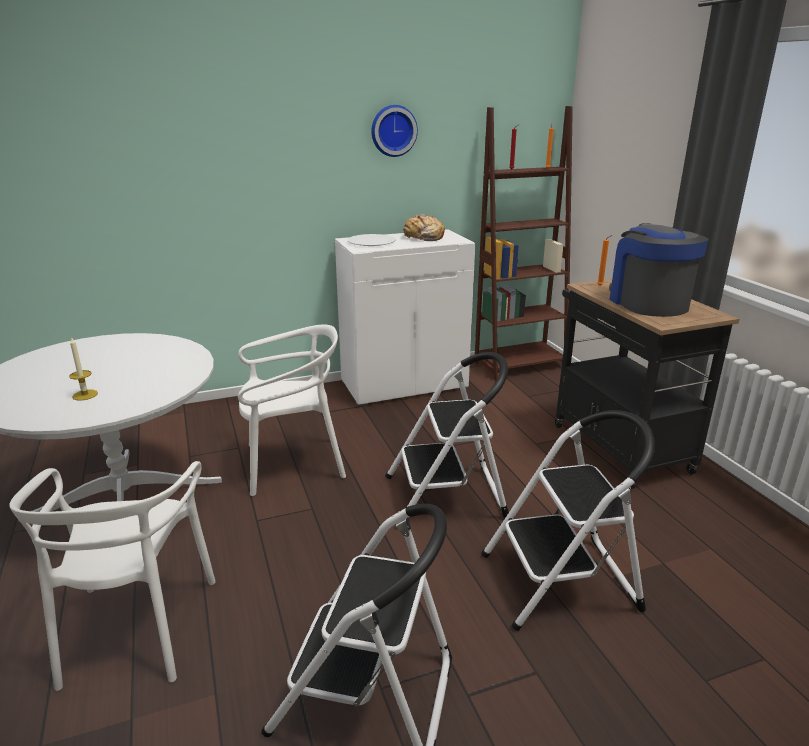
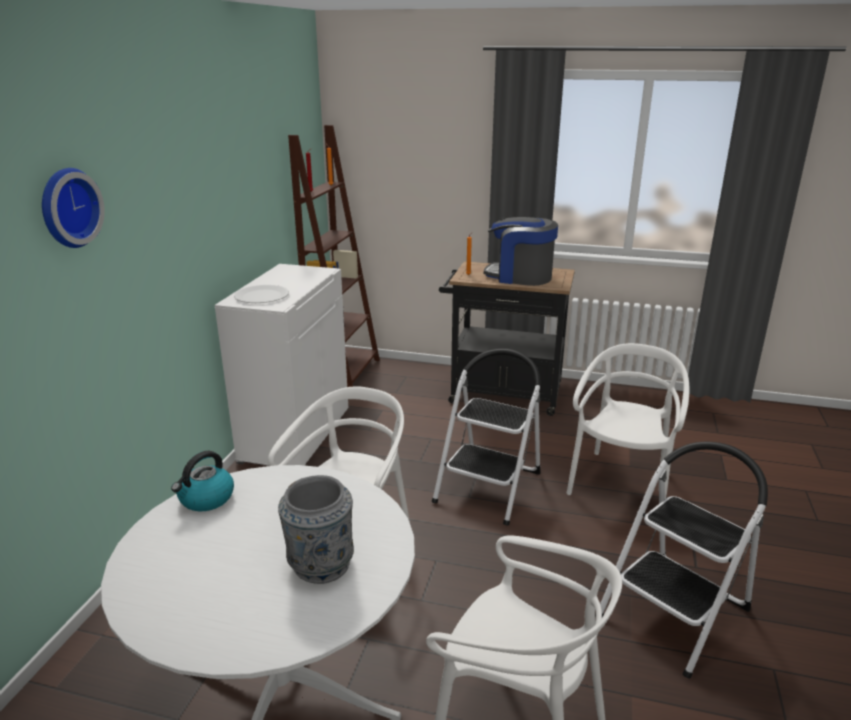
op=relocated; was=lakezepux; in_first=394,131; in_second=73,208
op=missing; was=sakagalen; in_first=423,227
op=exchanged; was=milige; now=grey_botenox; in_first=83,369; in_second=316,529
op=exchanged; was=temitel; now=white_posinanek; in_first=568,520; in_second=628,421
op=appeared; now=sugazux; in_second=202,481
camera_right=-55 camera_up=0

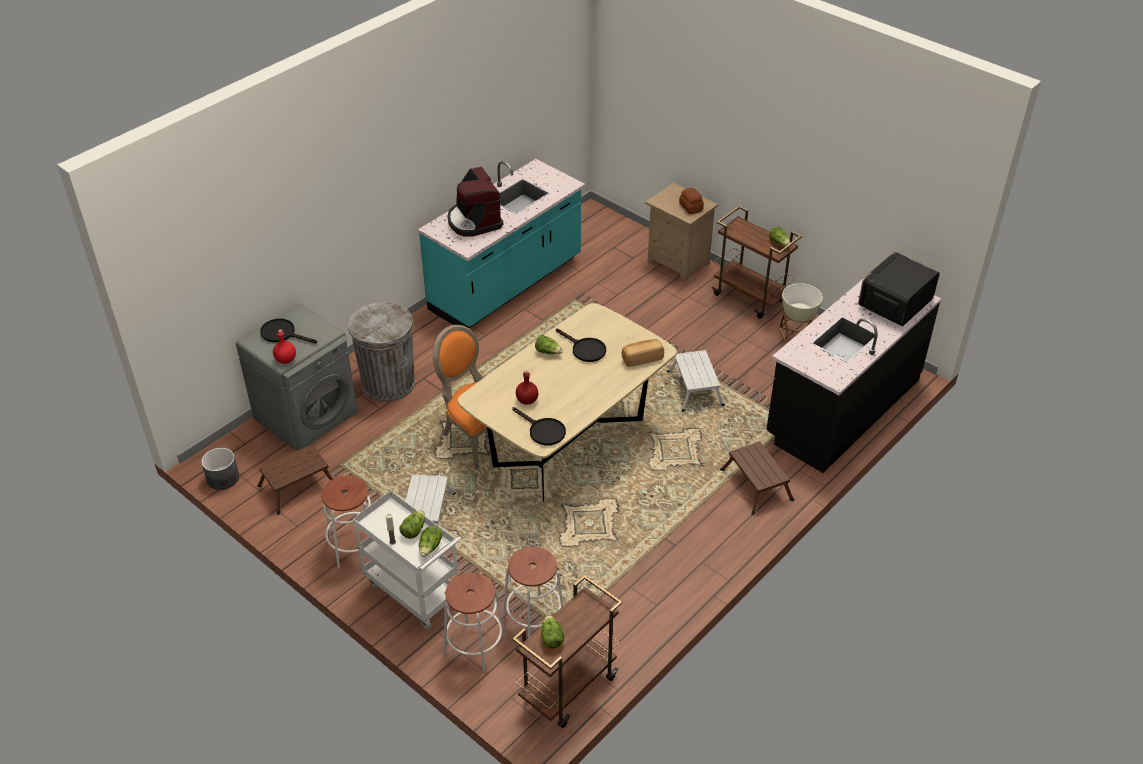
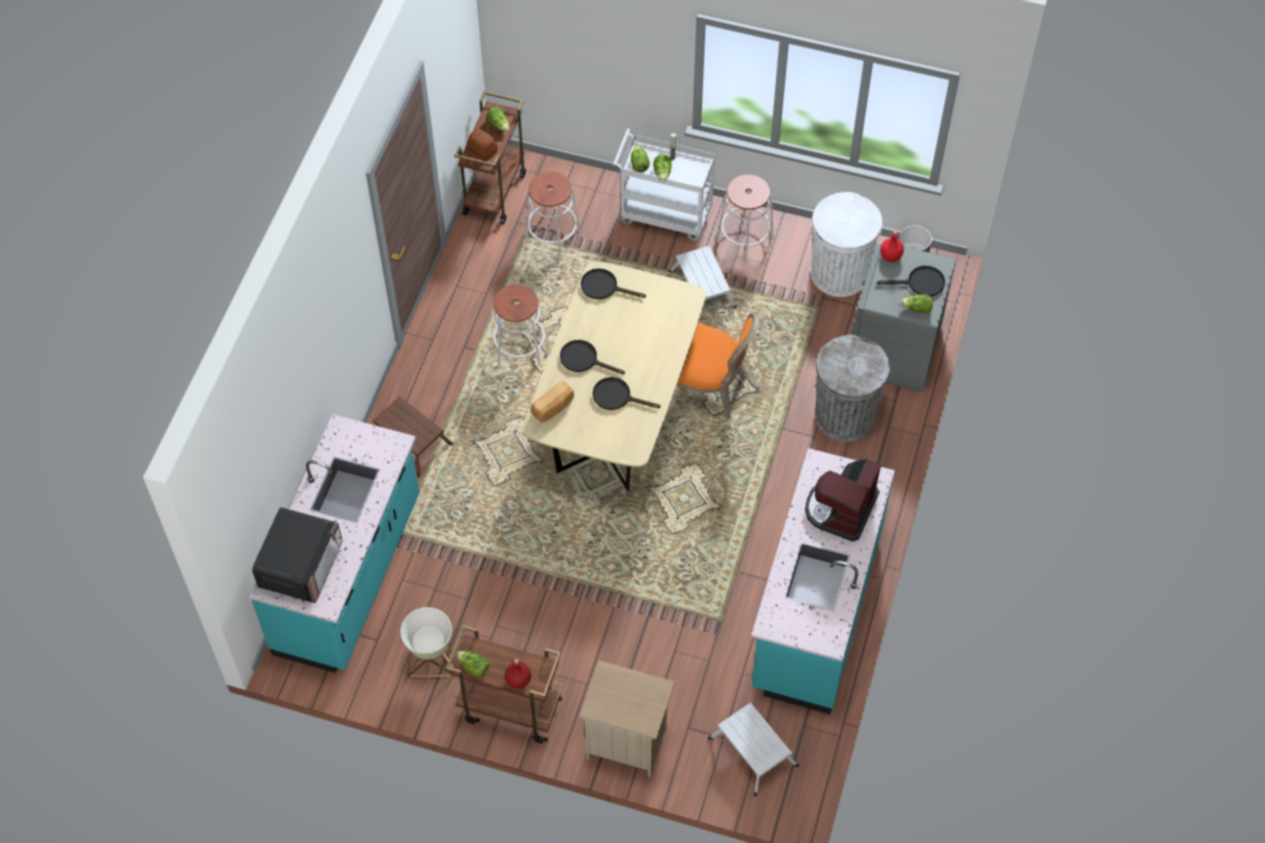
op=spun; was=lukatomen; in_first=475,201; in_second=843,500; clockwise=-105
op=relocated; was=sakagalen; in_first=691,201; in_second=482,145
op=colour; was=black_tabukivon; now=turquoise_tabukivon; in_first=853,375; in_second=334,543
op=relocated; was=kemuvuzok; in_first=549,344; in_second=916,304
op=relocated; was=white_temitel; in_first=696,381; in_second=753,749
op=relocated; was=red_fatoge; in_first=527,387; in_second=518,674
op=exchanged; was=brown_temitel; now=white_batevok; in_first=295,479; in_second=846,244
op=relocated; was=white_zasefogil; in_first=475,622; in_second=519,325
op=appeared; now=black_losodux; in_second=592,357
camera_right=155 camera_up=15

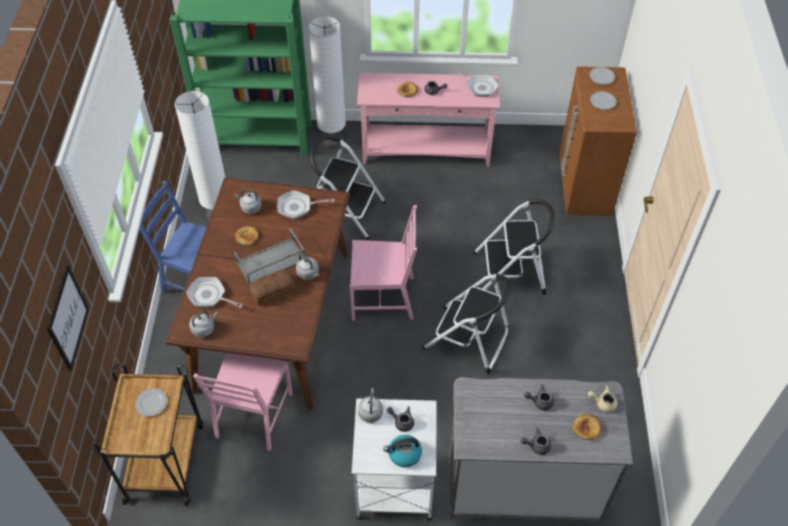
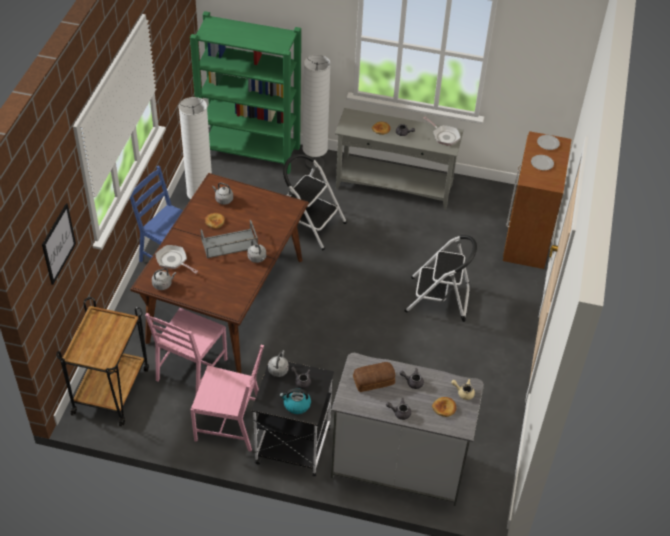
op=colour; was=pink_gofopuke; now=grey_gofopuke; in_first=428,120; in_second=399,159
op=missing; was=losodux; in_first=305,204
op=relocated; was=pink_posinanek; in_first=383,263; in_second=227,398
op=relocated; was=sakagalen; in_first=272,287; in_second=374,377
op=missing; was=temitel; in_first=466,324
op=missing; was=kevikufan; in_first=151,402
op=colour; was=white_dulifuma; now=black_dulifuma; in_first=394,459; in_second=292,417
camera_right=10 camera_up=-5

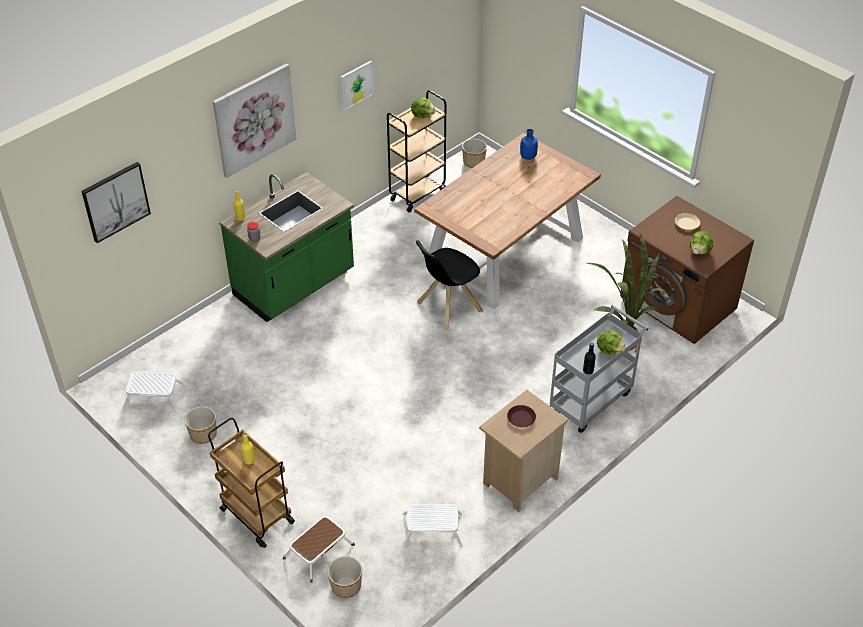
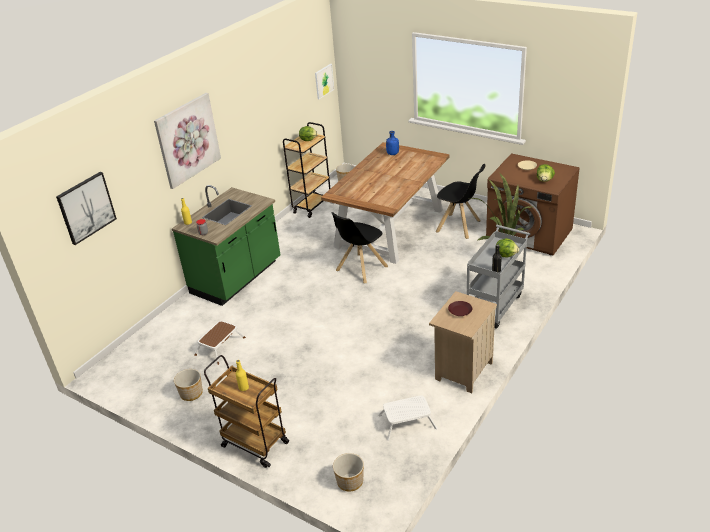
op=relocated; was=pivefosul; in_first=357,85; in_second=324,81
op=missing; was=white_temitel; in_first=154,392
op=relocated; was=brown_temitel; in_first=319,549; in_second=220,343
op=appeared; now=black_posinanek; in_second=461,201
camera_right=-10 camera_up=-10

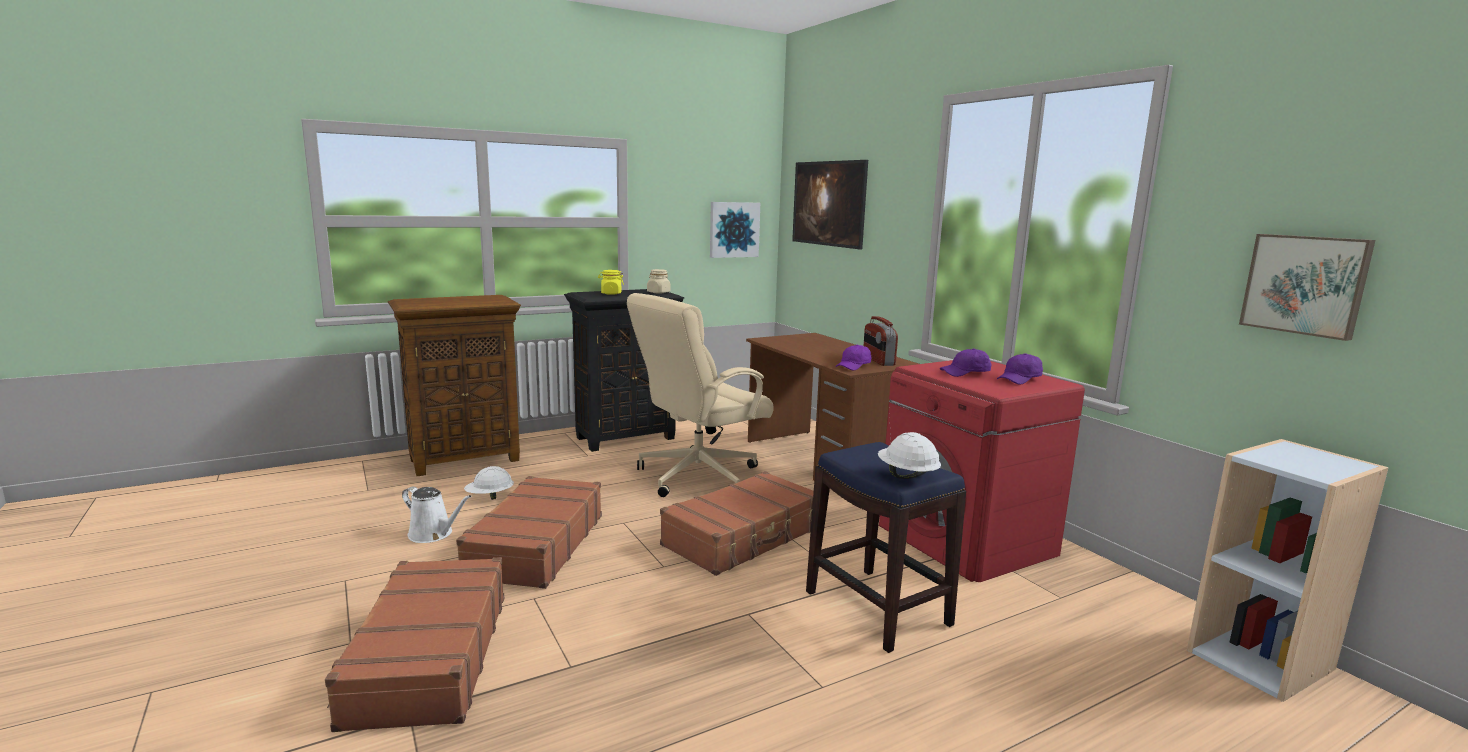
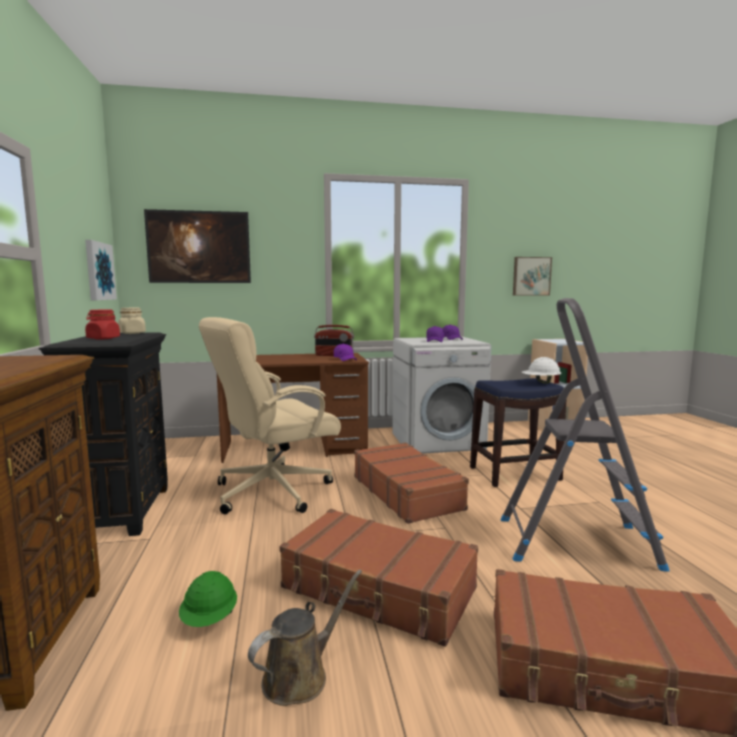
op=colour; was=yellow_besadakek; now=red_besadakek; in_first=611,282; in_second=102,324
op=spun; was=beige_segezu; in_first=700,395; in_second=270,415; clockwise=75
op=colour; was=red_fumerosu; now=white_fumerosu; in_first=982,471; in_second=441,395
op=colour; was=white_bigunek; now=green_bigunek; in_first=489,483; in_second=208,599
op=colour; was=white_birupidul; now=brown_birupidul; in_first=437,515; in_second=305,638
op=appeared; now=grey_temitel; in_second=585,435
camera_right=-70 camera_up=-5

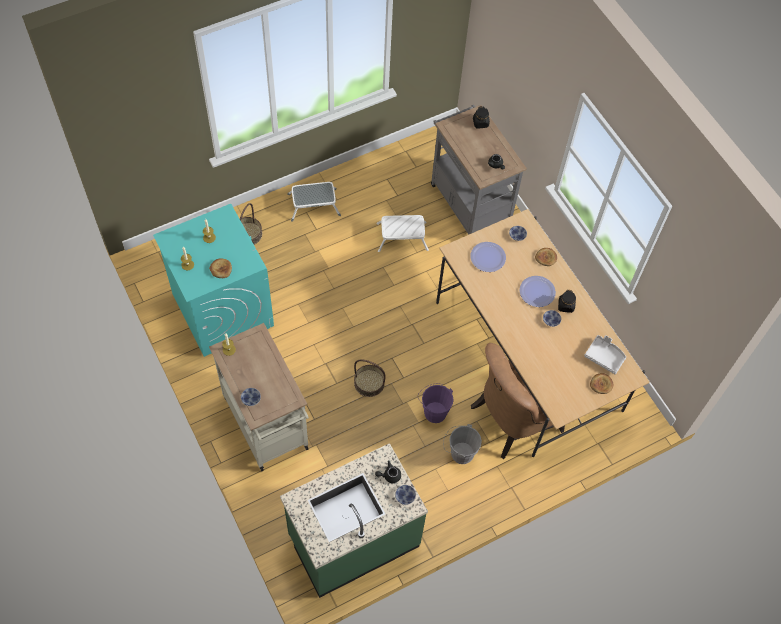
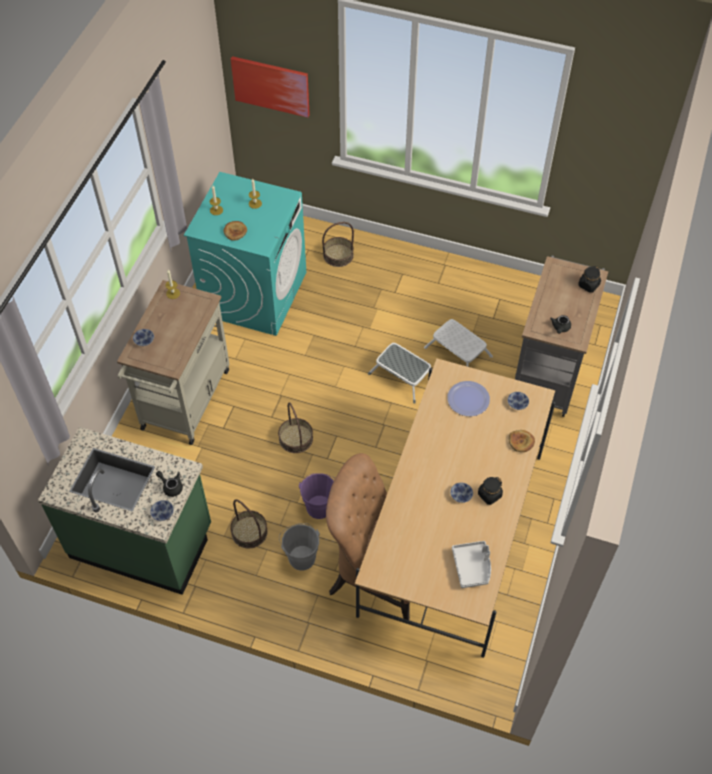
op=relocated; was=grey_temitel; in_first=314,202; in_second=399,373
op=missing; was=kevikufan; in_first=537,291
op=missing; was=sakagalen; in_first=602,383
op=appeared; now=pivefosul; in_second=270,87
op=appeared; now=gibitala; in_second=249,523
camera_right=50 camera_up=-5

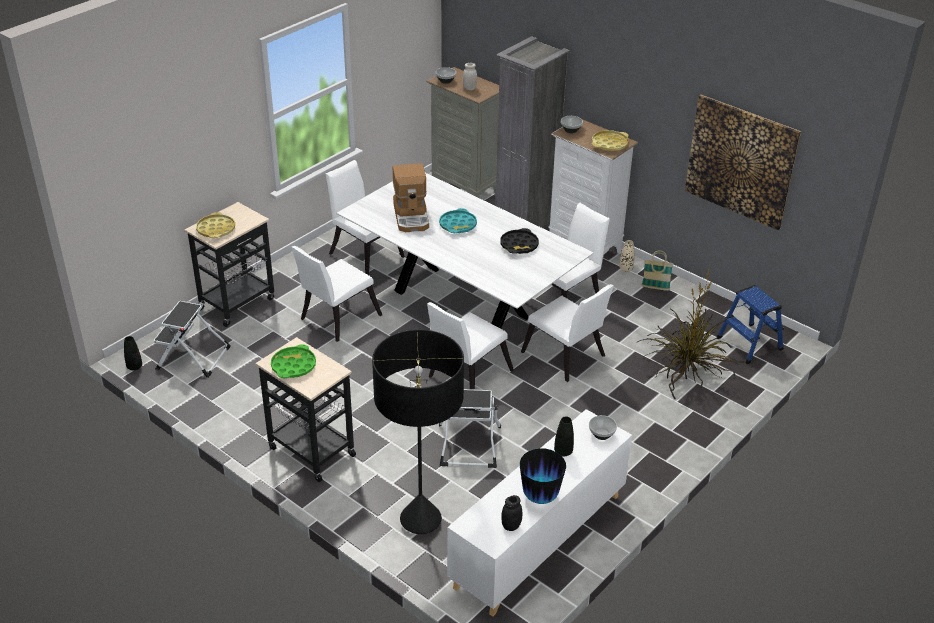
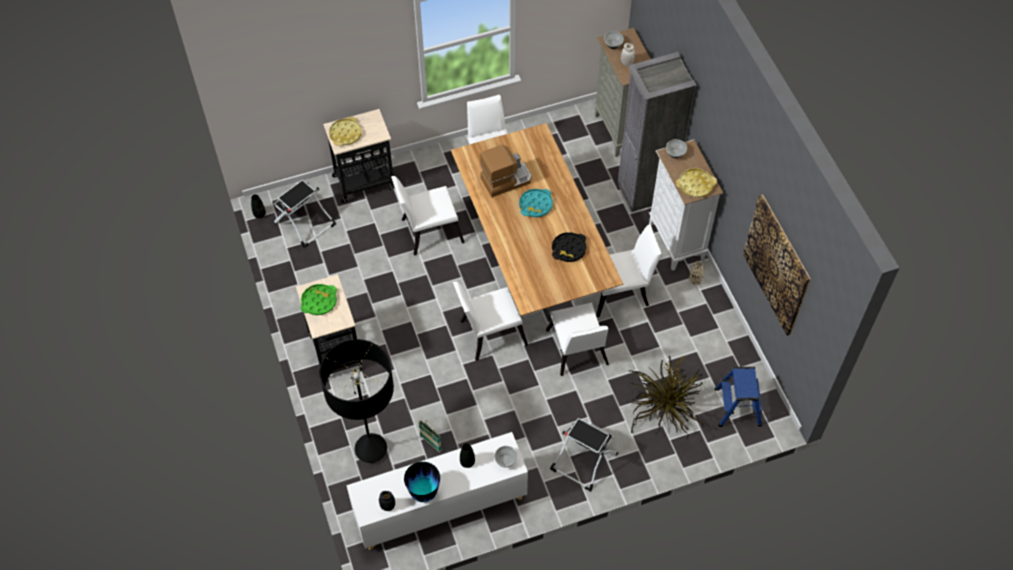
op=spun; was=lukatomen; in_first=411,197; in_second=506,171; clockwise=-135
op=colour; was=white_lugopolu; now=brown_lugopolu; in_first=465,251; in_second=537,219
op=relocated; was=gibitala; in_first=657,271; in_second=430,436
op=relocated; was=temitel; in_first=470,428; in_second=584,455
camera_right=30 camera_up=20

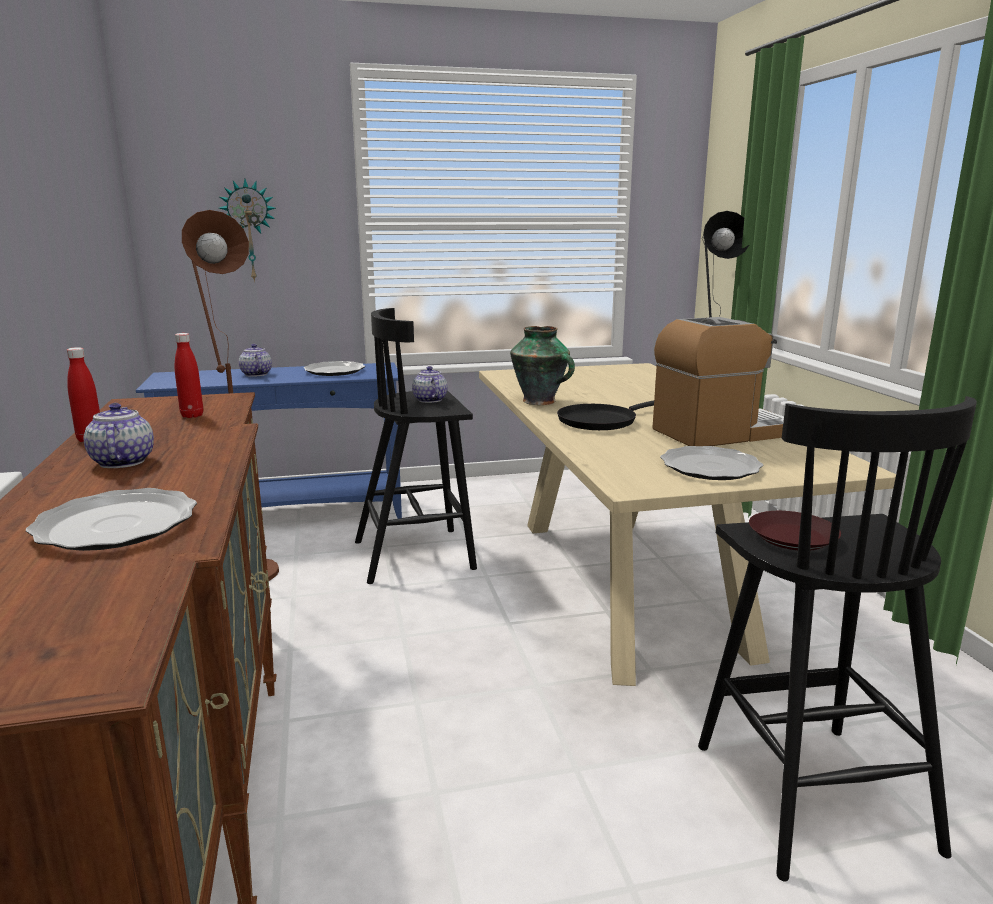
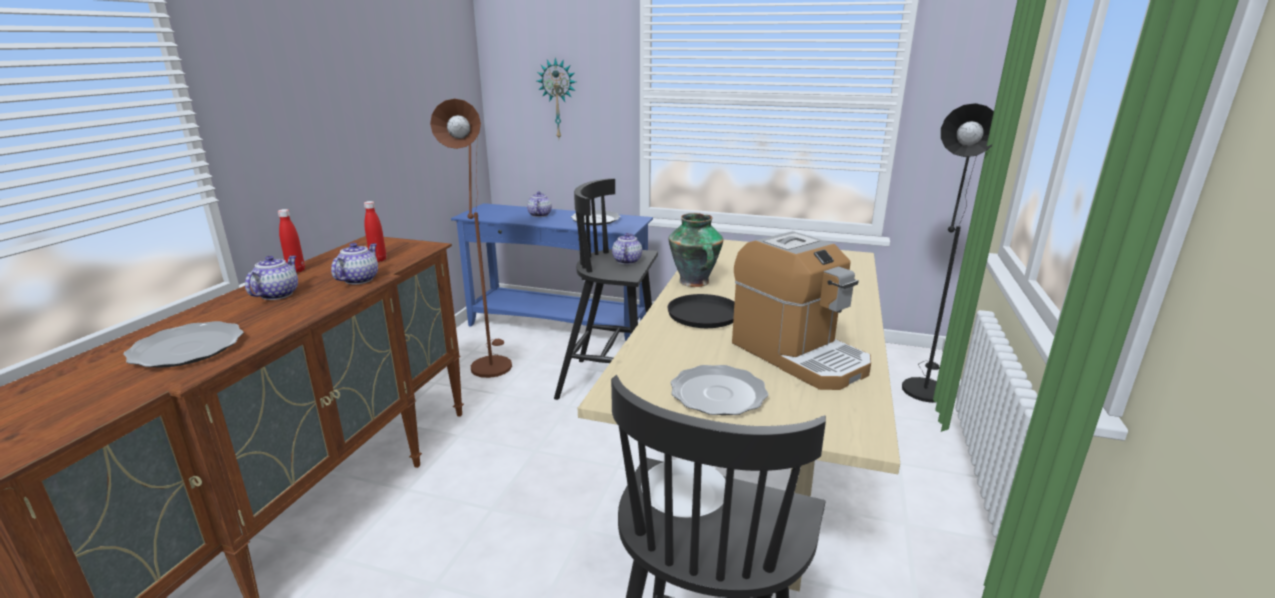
op=spun; was=lukatomen; in_first=718,381; in_second=801,310; clockwise=45
op=colour; was=brown_kevikufan; now=white_kevikufan; in_first=795,530; in_second=683,489
op=appeared; now=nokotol; in_second=354,263
camera_right=30 camera_up=5

